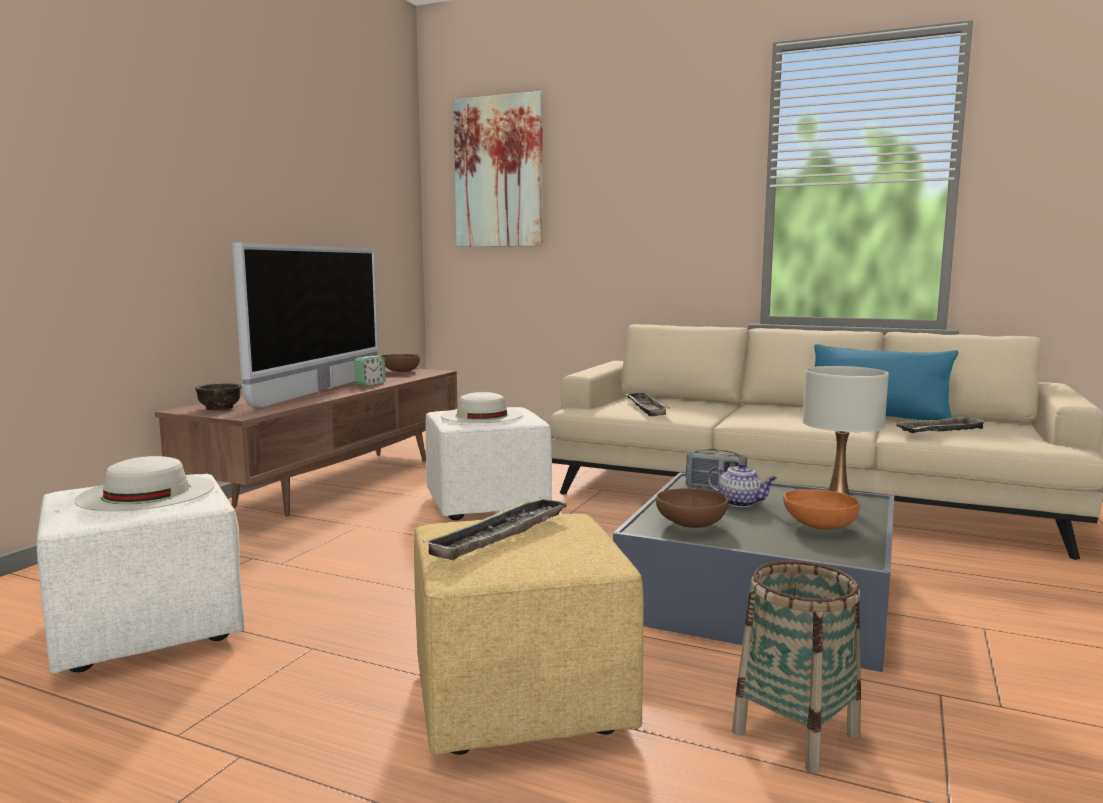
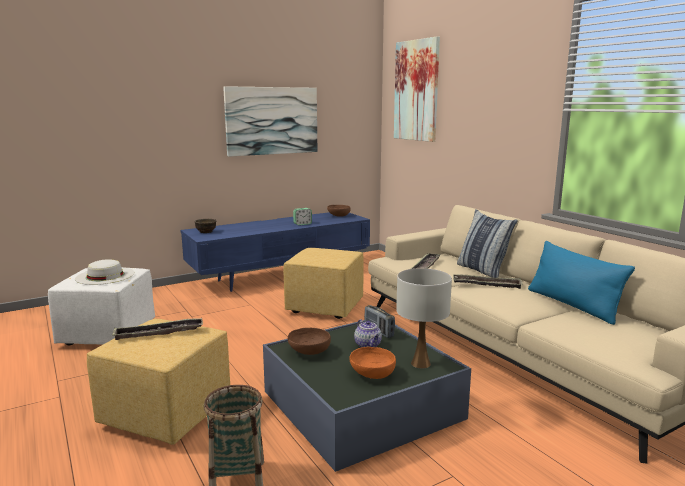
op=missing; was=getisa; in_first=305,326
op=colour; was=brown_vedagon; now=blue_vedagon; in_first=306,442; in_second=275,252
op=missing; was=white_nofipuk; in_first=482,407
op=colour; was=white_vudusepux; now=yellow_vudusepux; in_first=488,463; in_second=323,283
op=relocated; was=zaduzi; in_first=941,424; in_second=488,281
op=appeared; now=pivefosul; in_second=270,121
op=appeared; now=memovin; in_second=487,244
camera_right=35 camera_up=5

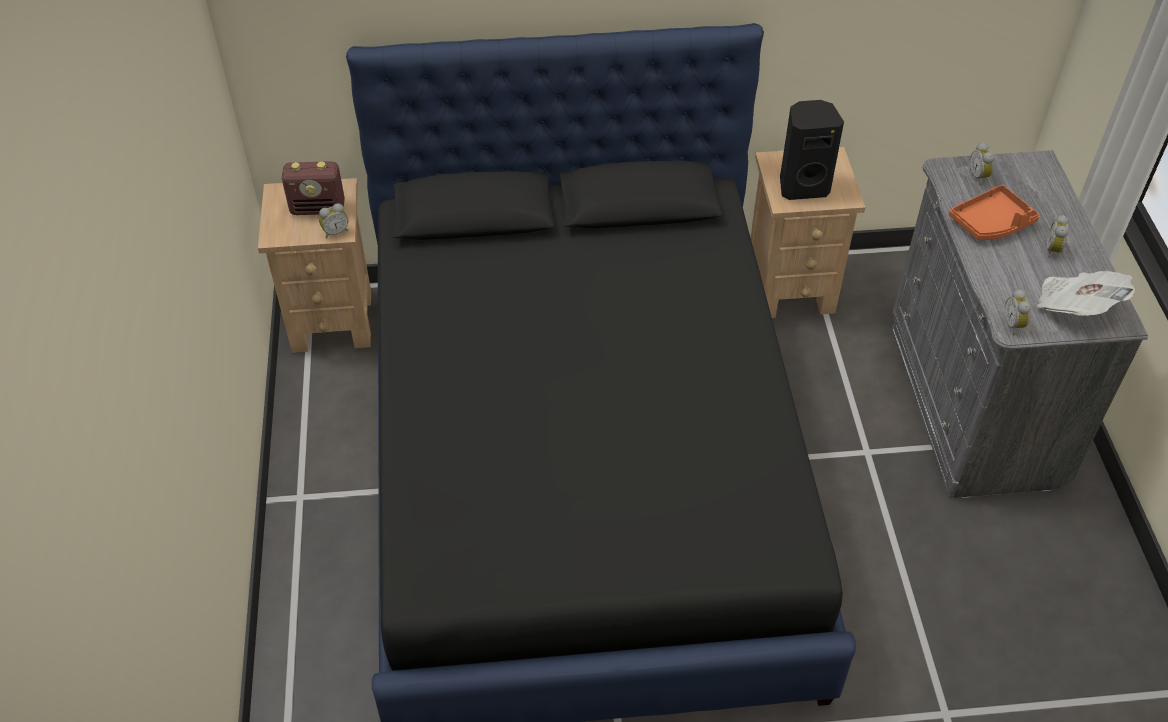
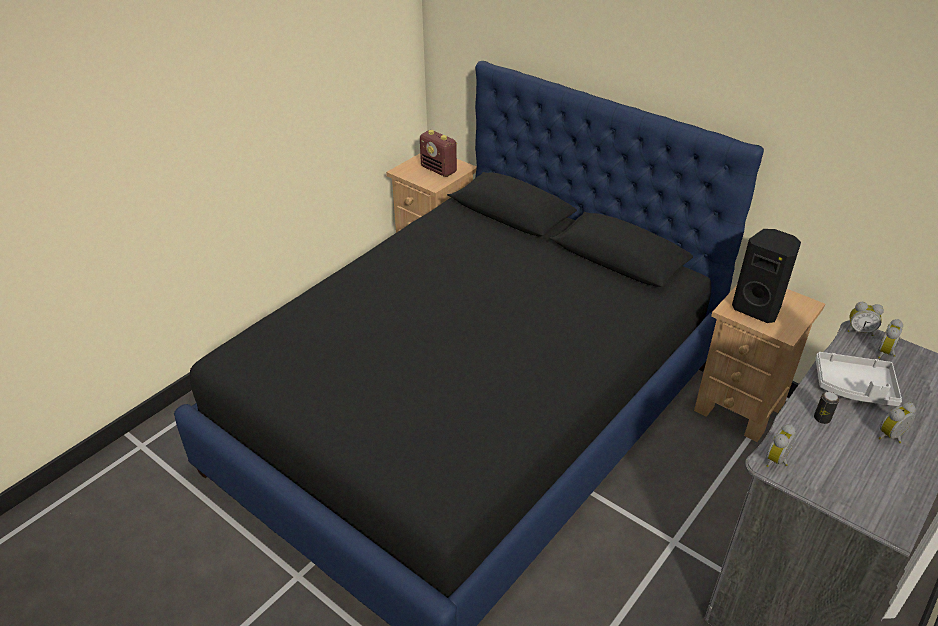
op=colour; was=orange_zaduzi; now=grey_zaduzi; in_first=994,212; in_second=859,379
op=relocated; was=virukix; in_first=333,220; in_second=866,319
op=missing; was=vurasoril; in_first=1086,293
op=appeared; now=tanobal; in_second=826,407
camera_right=45 camera_up=-10

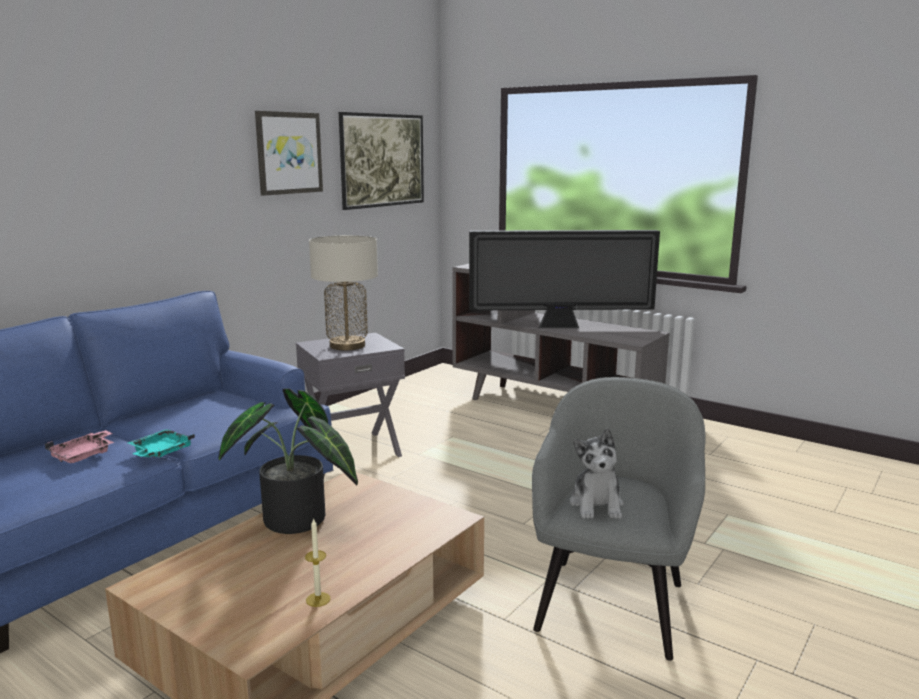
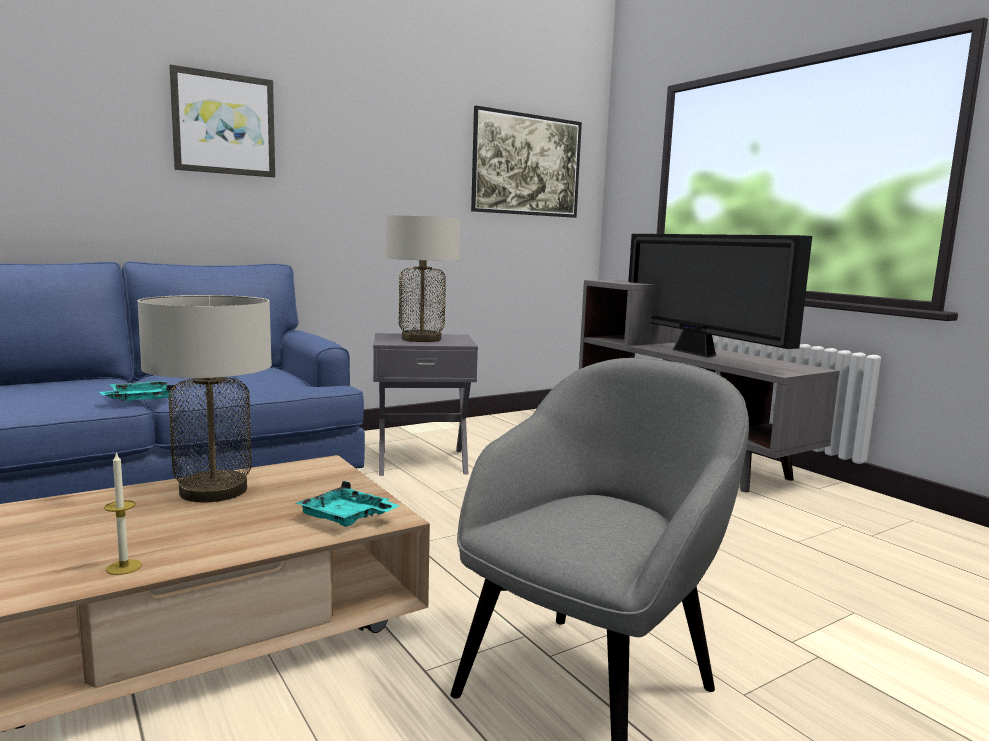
op=relocated; was=pivefosul; in_first=289,153; in_second=222,121
op=spun; was=getisa; in_first=564,279; in_second=720,296; clockwise=45
op=exchanged; was=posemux; now=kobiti; in_first=288,461; in_second=204,398
op=missing; was=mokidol; in_first=597,473
op=missing; was=pink_zaduzi; in_first=79,446
op=appeared; now=turquoise_zaduzi; in_second=348,504
camera_right=20 camera_up=-5

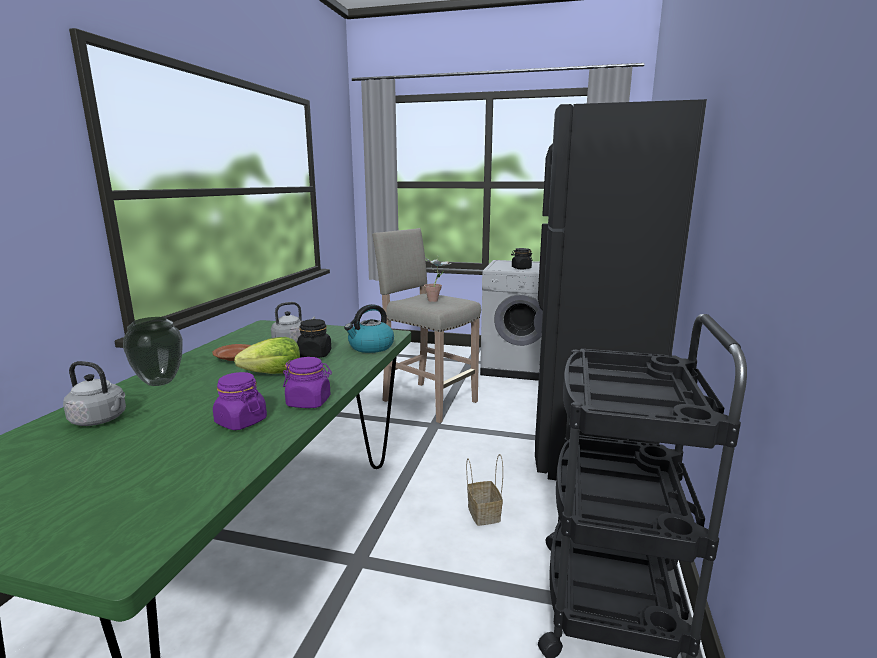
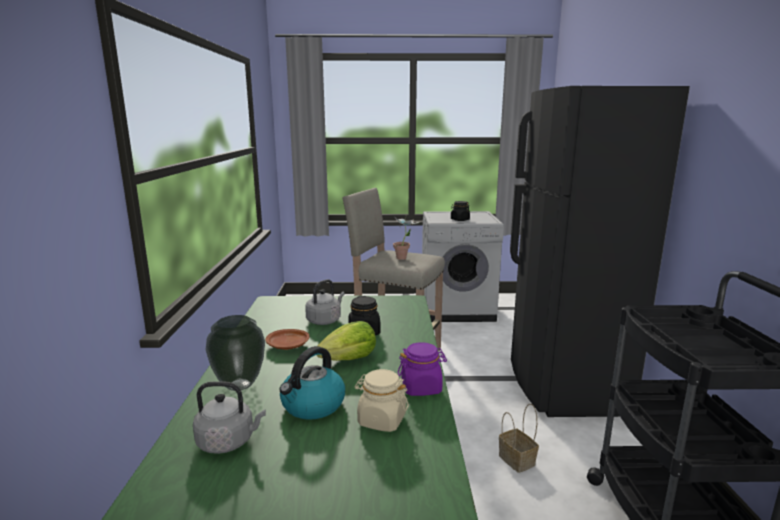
op=relocated; was=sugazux; in_first=369,328; in_second=312,383
op=colour; was=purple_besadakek; now=beige_besadakek; in_first=240,401; in_second=382,400
camera_right=-15 camera_up=0

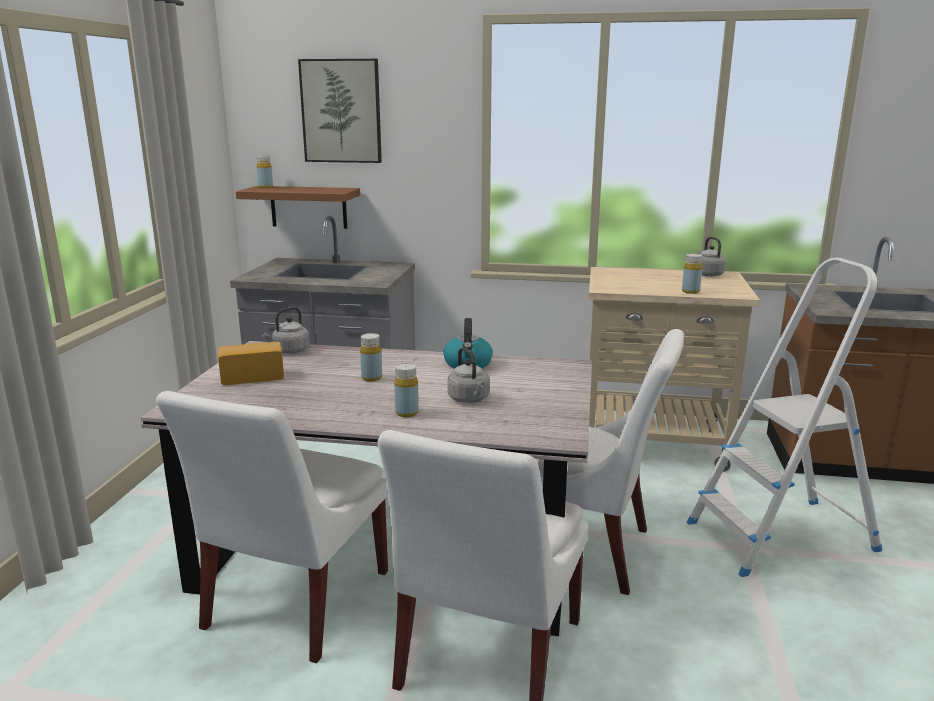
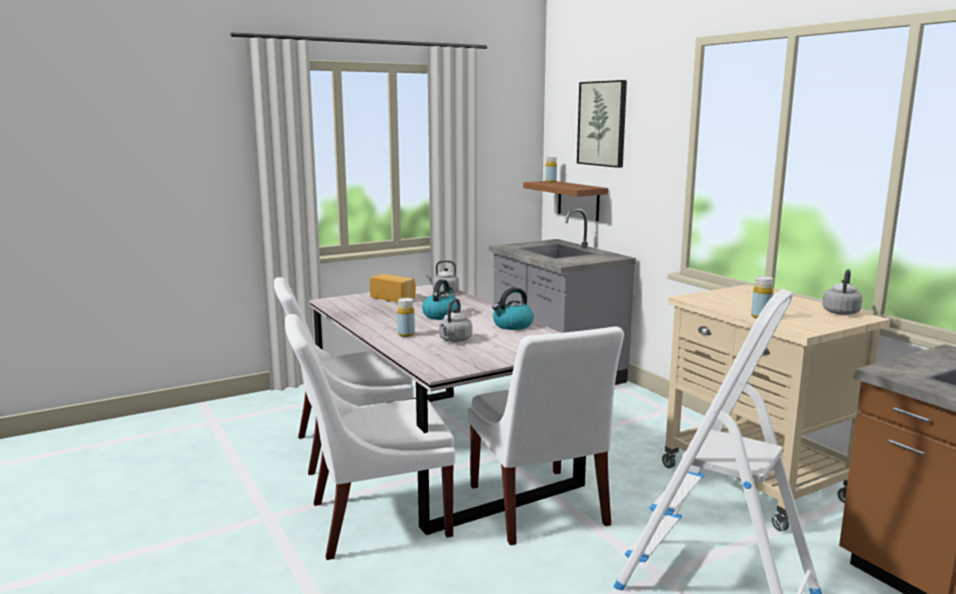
op=exchanged; was=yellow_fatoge; now=sugazux; in_first=371,357; in_second=441,299
camera_right=50 camera_up=-5

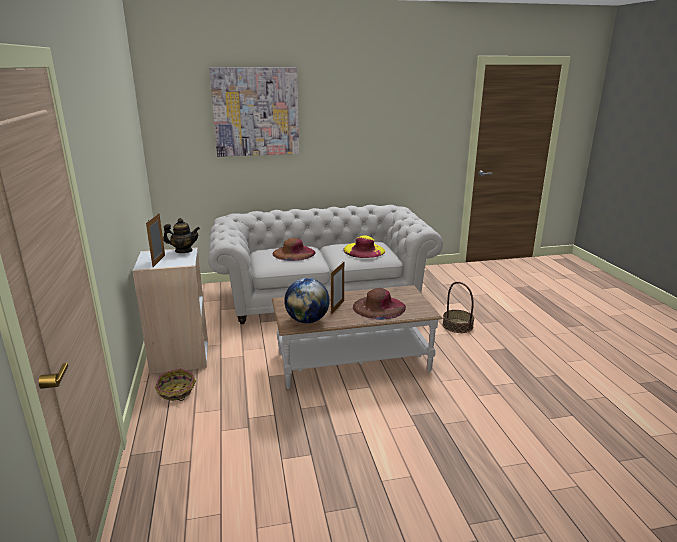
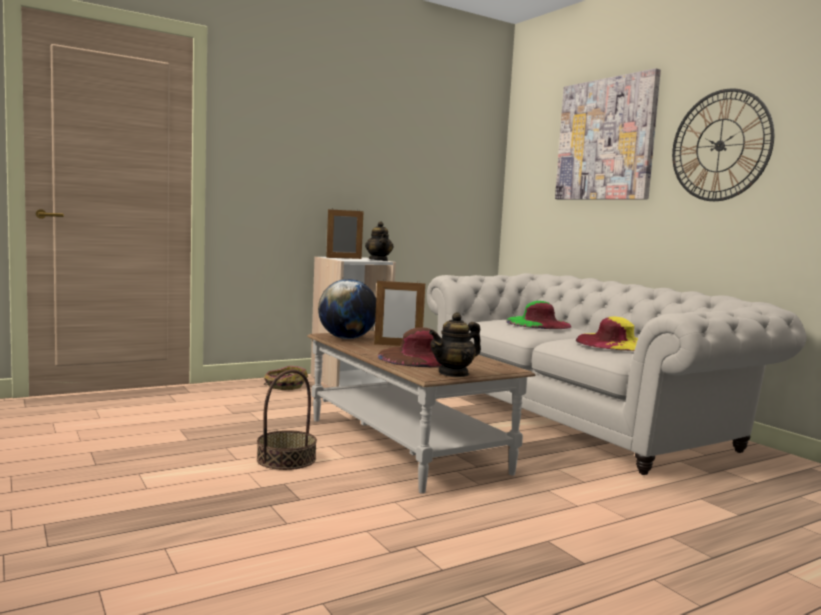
op=colour; was=brown_nofipuk; now=green_nofipuk; in_first=294,249; in_second=538,315
op=relocated; was=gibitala; in_first=458,307; in_second=287,419
op=appeared; now=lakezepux; in_second=723,145
op=appeared; now=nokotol; in_second=455,344
camera_right=70 camera_up=-15

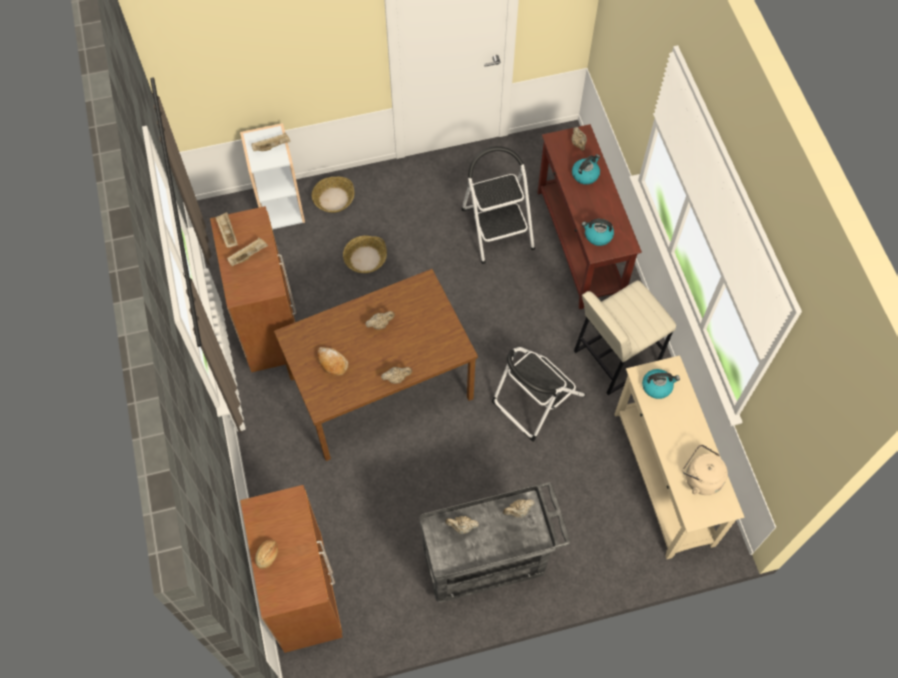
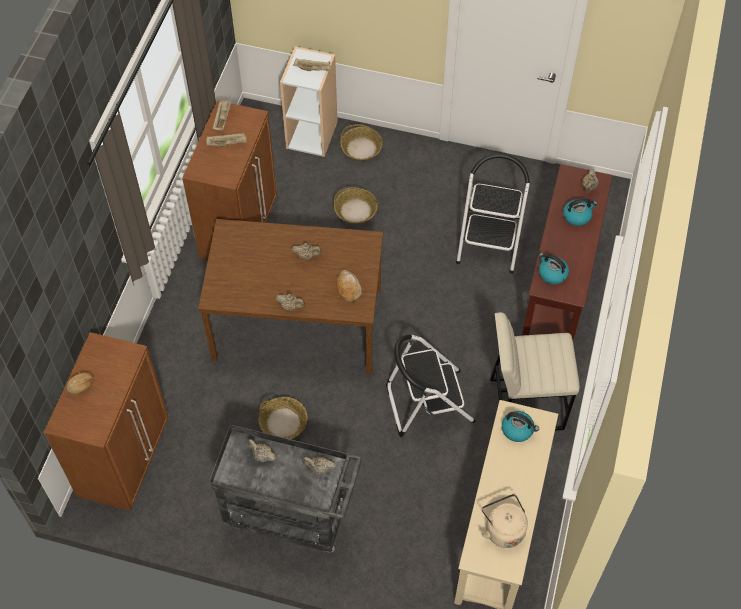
op=relocated; was=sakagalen; in_first=332,361; in_second=349,286
op=appeared; now=gibitala; in_second=283,418
camera_right=30 camera_up=-5

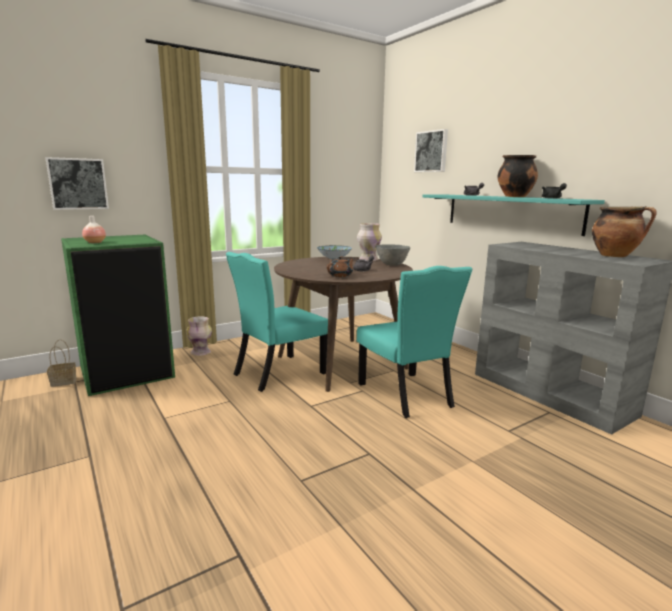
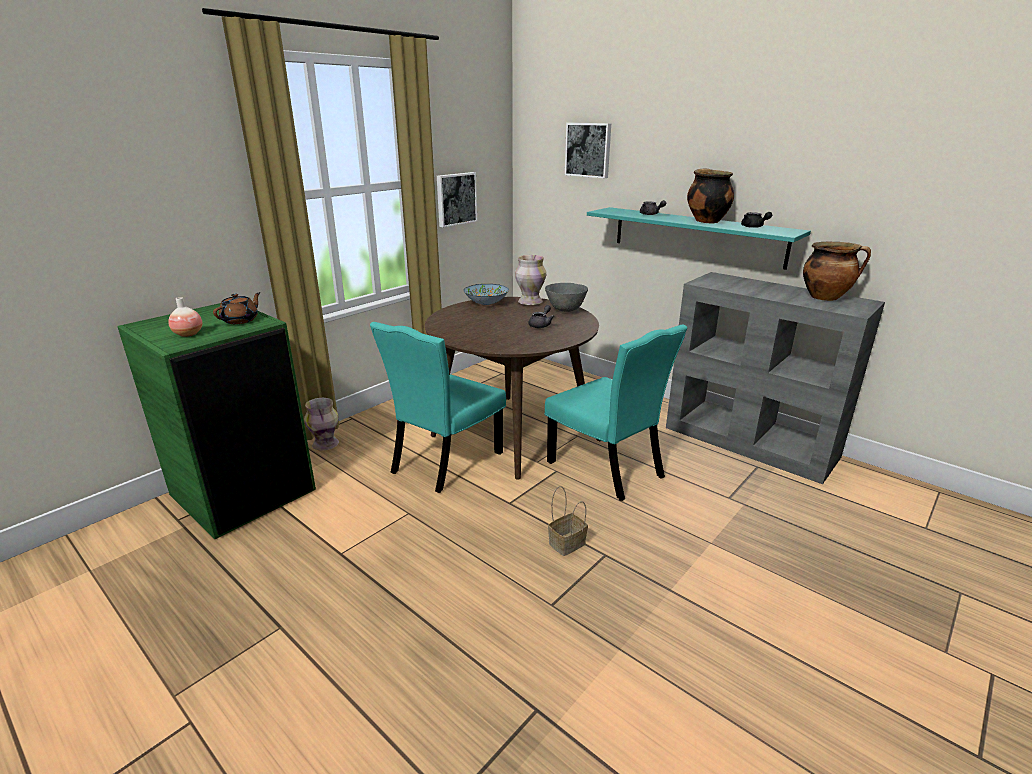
op=relocated; was=pivefosul; in_first=77,183; in_second=457,199
op=relocated; was=brown_nokotol; in_first=340,266; in_second=237,308
op=relocated; was=gibitala; in_first=62,363; in_second=568,521
camera_right=-15 camera_up=10

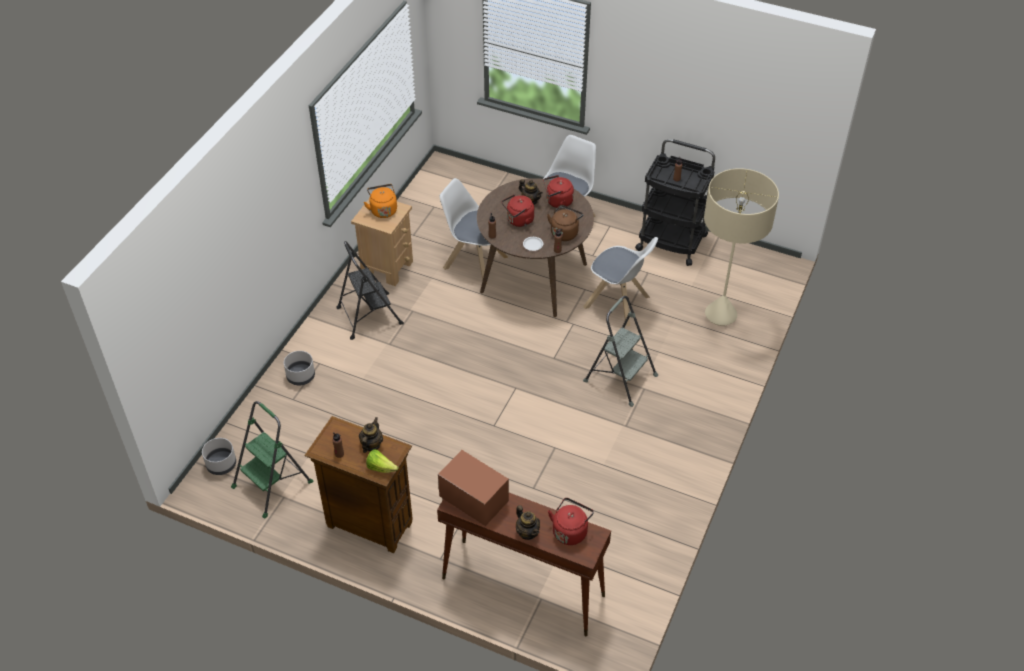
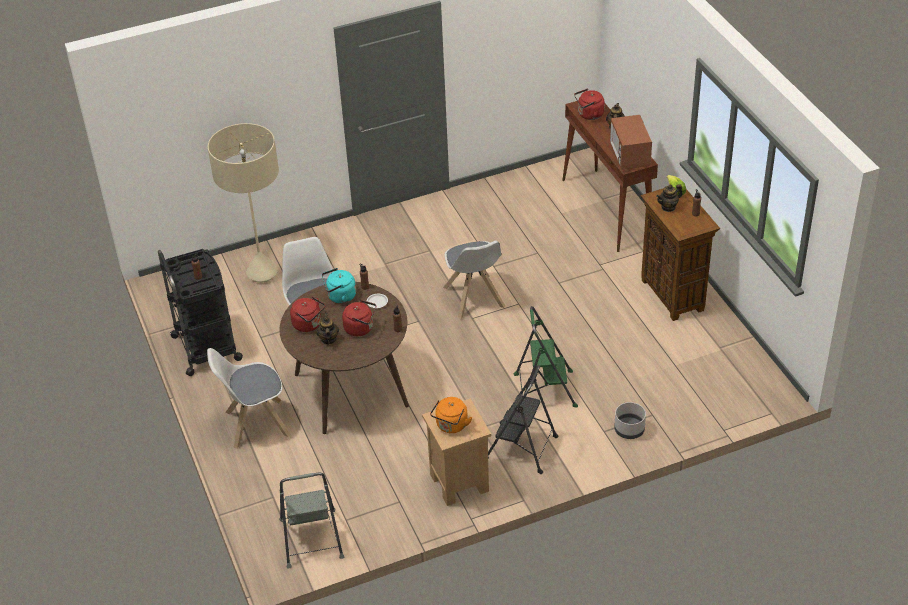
op=relocated; was=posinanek; in_first=474,231; in_second=474,280
op=colour; was=brown_sugazux; now=turquoise_sugazux; in_first=565,223; in_second=339,285
op=relocated; was=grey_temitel; in_first=620,351; in_second=311,521
op=relocated; was=green_temitel; in_first=272,459; in_second=546,357
op=missing; was=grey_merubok; in_first=219,456
camera_right=-135 camera_up=-5

